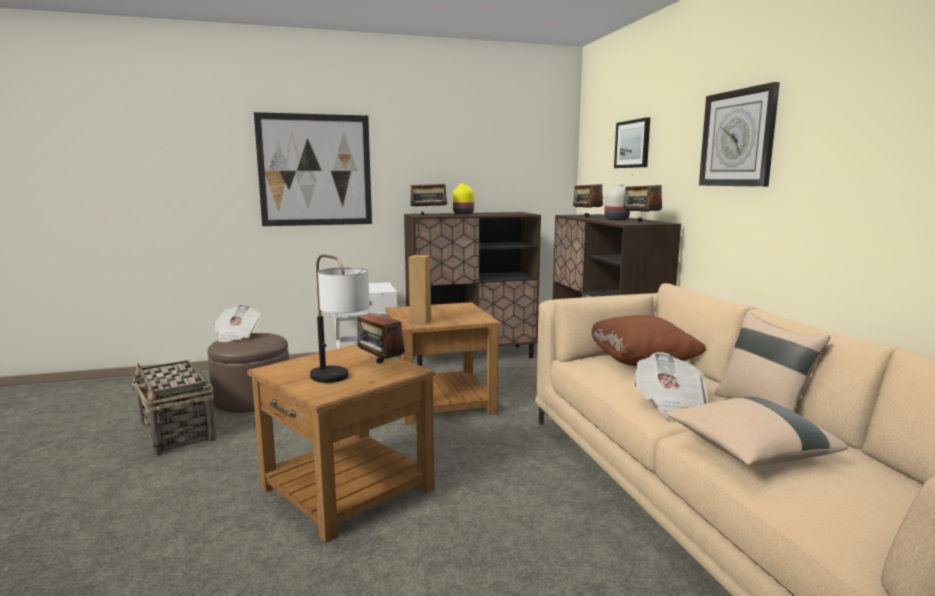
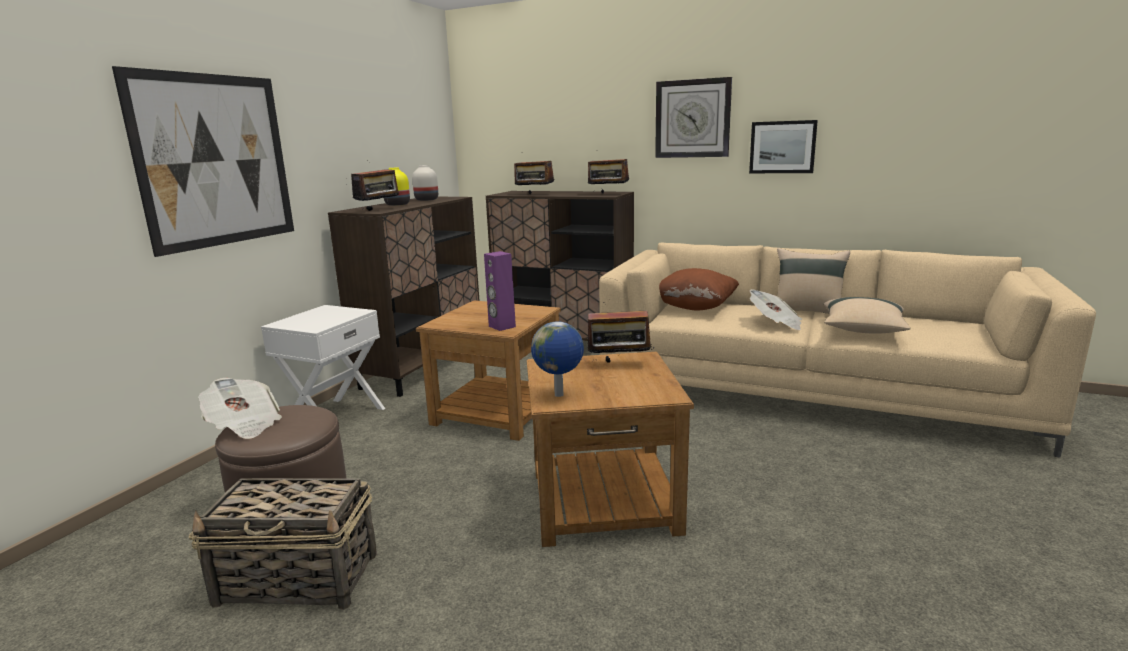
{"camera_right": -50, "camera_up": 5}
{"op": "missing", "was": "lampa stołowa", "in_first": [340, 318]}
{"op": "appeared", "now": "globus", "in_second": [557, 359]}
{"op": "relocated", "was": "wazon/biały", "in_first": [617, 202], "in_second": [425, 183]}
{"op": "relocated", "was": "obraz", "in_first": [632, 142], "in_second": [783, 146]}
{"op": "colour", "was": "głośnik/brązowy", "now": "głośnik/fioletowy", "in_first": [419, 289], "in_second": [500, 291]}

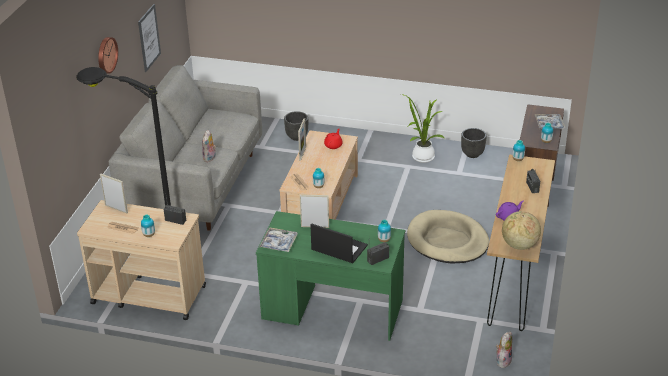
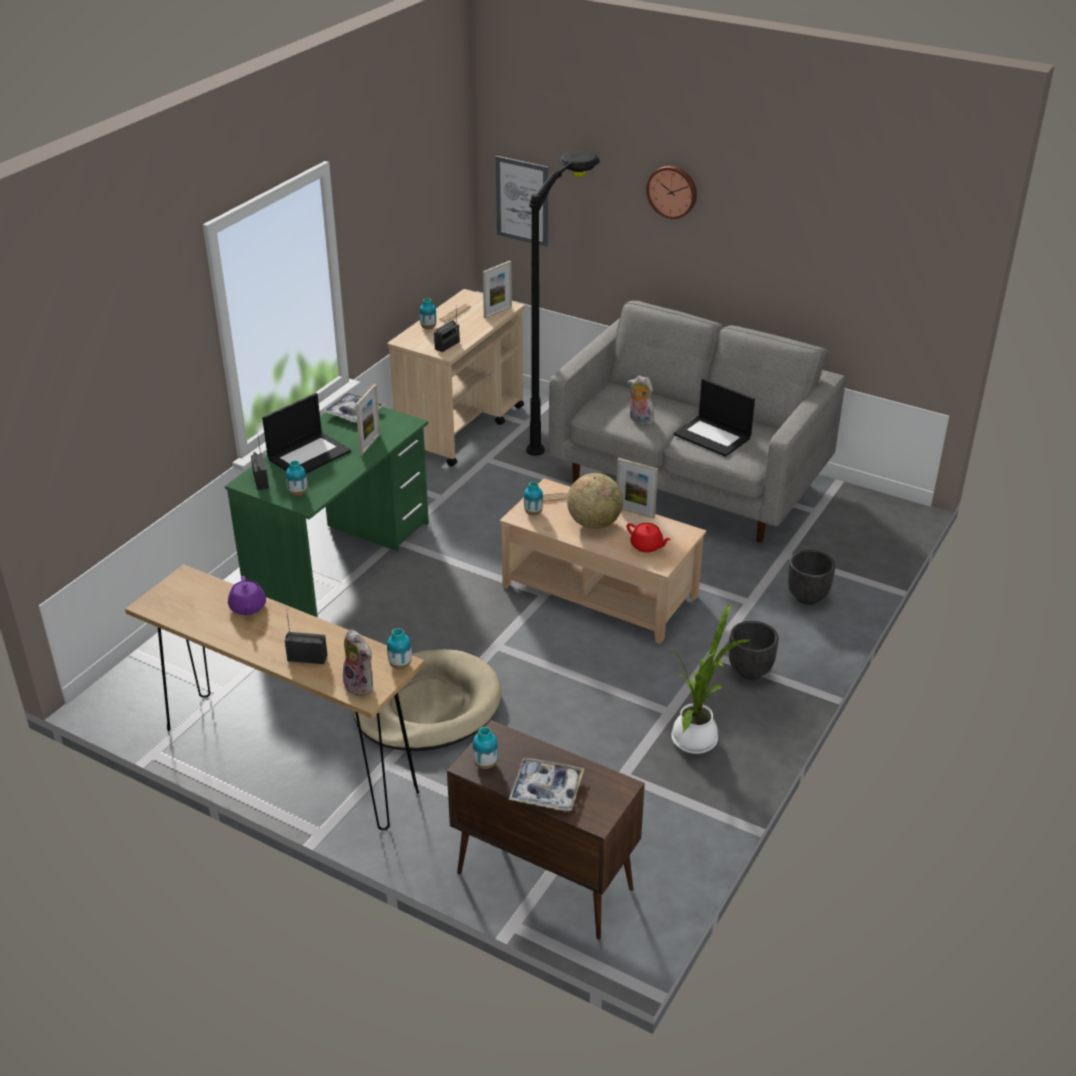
{"camera_right": 105, "camera_up": 0}
{"op": "appeared", "now": "laptop", "in_second": [714, 418]}
{"op": "relocated", "was": "obraz", "in_first": [149, 38], "in_second": [522, 201]}
{"op": "relocated", "was": "donica/czarny", "in_first": [474, 143], "in_second": [754, 650]}
{"op": "relocated", "was": "pluszak", "in_first": [504, 350], "in_second": [358, 662]}
{"op": "relocated", "was": "globus", "in_first": [521, 230], "in_second": [595, 501]}

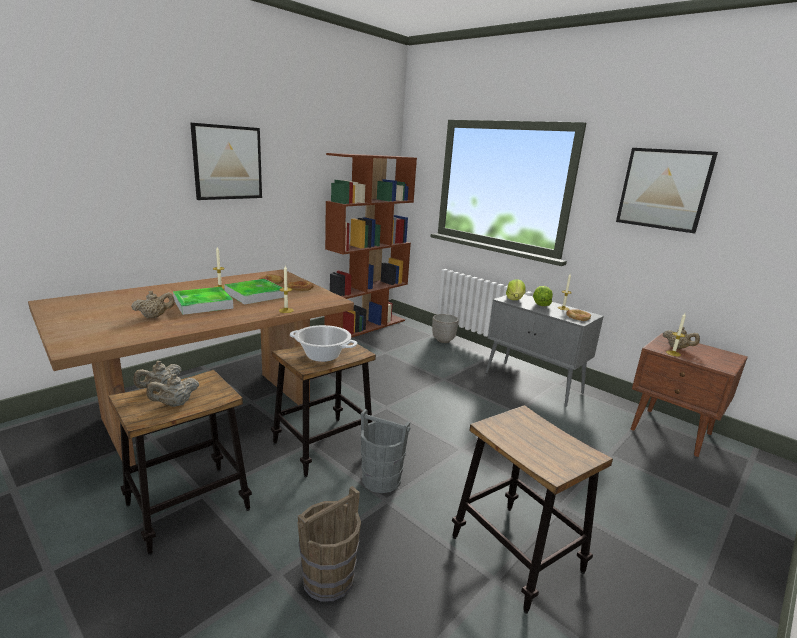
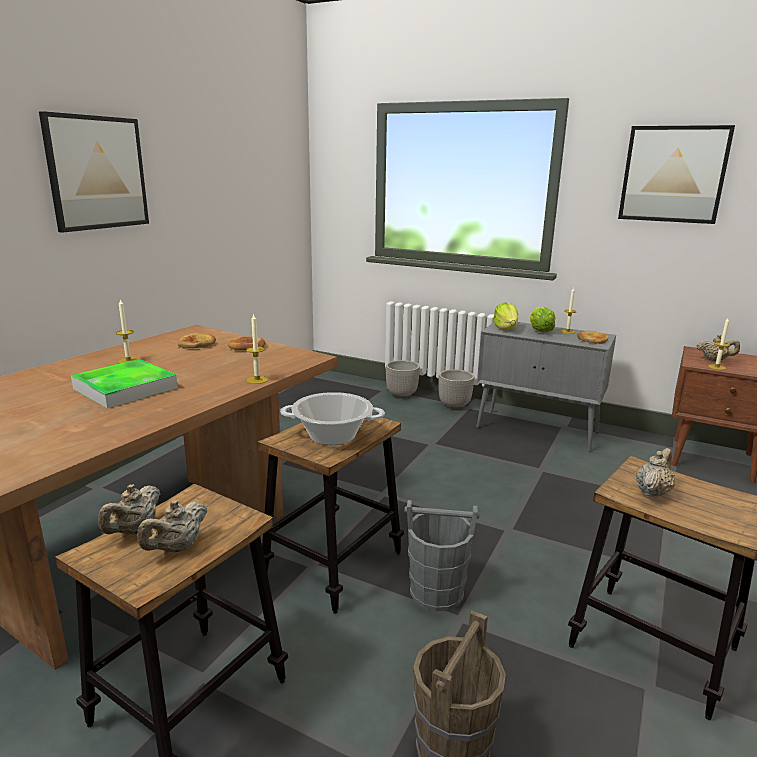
{"camera_right": -15, "camera_up": 0}
{"op": "missing", "was": "taca", "in_first": [254, 291]}
{"op": "missing", "was": "regał/brązowy", "in_first": [370, 245]}
{"op": "appeared", "now": "donica", "in_second": [456, 389]}
{"op": "relocated", "was": "imbryk/beżowy", "in_first": [153, 304], "in_second": [655, 473]}

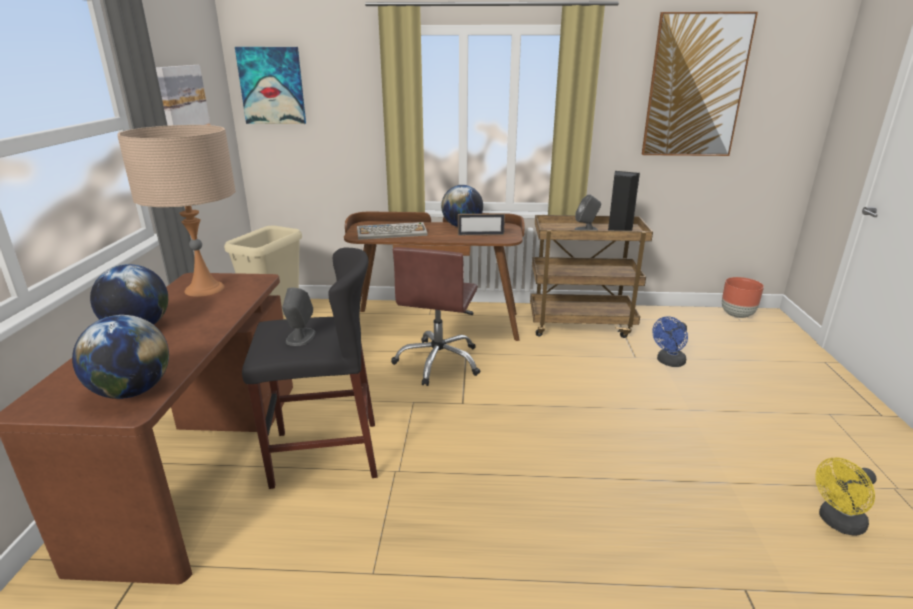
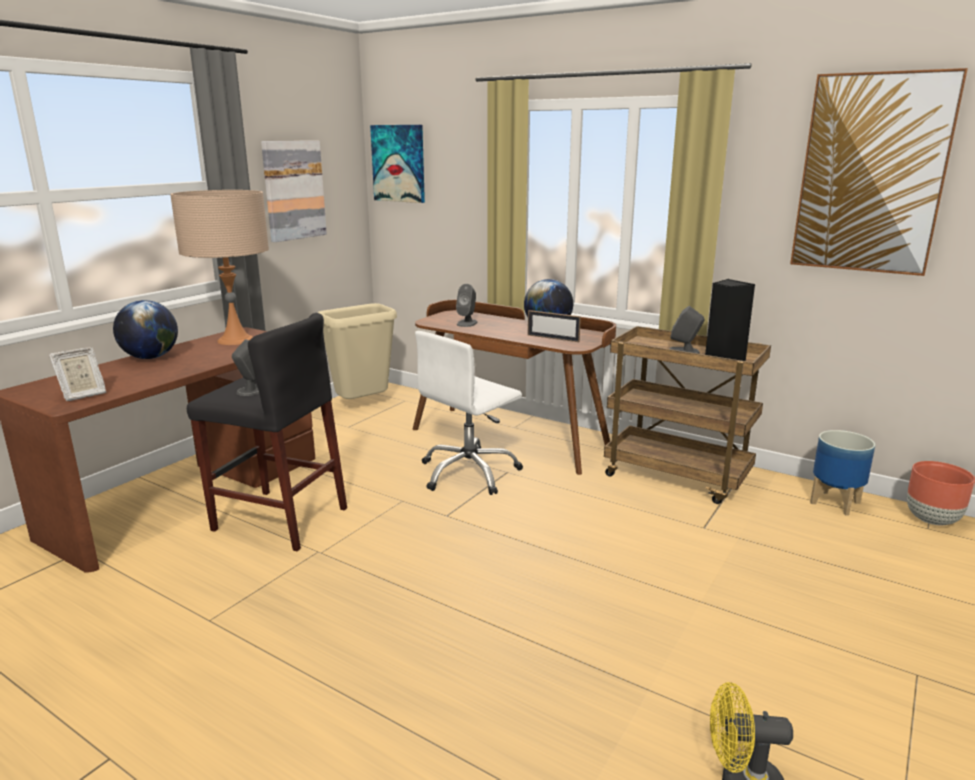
{"camera_right": 30, "camera_up": -5}
{"op": "missing", "was": "wentylator/niebieski", "in_first": [670, 341]}
{"op": "appeared", "now": "donica", "in_second": [842, 473]}
{"op": "exchanged", "was": "globus", "now": "ramka na zdjęcie", "in_first": [120, 357], "in_second": [77, 374]}
{"op": "exchanged", "was": "klawiatura", "now": "głośnik/szary", "in_first": [392, 231], "in_second": [467, 305]}
{"op": "colour", "was": "krzesło biurowe/brązowy", "now": "krzesło biurowe/biały", "in_first": [435, 316], "in_second": [469, 413]}

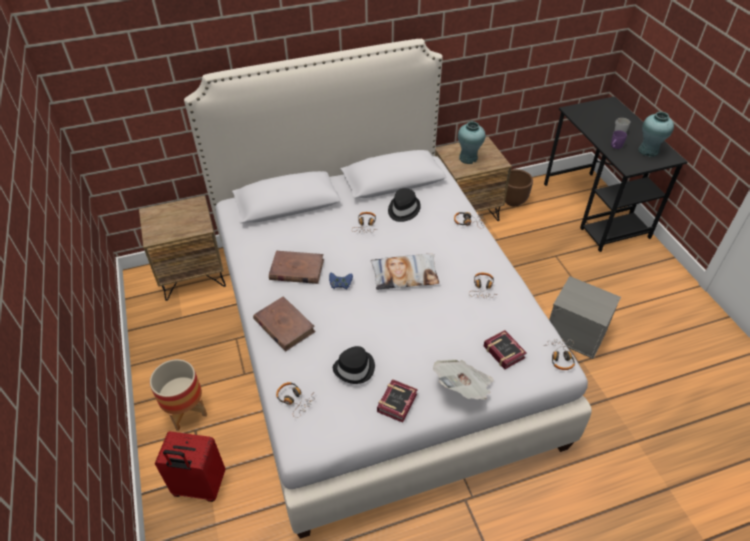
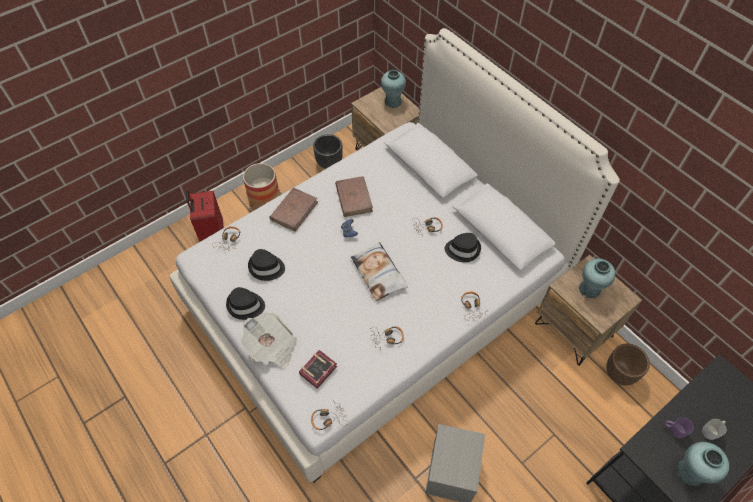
{"camera_right": 70, "camera_up": 10}
{"op": "appeared", "now": "donica/czarny", "in_second": [328, 151]}
{"op": "appeared", "now": "wazon/turkusowy", "in_second": [393, 89]}
{"op": "exchanged", "was": "książka", "now": "kapelusz/czarny", "in_first": [397, 401], "in_second": [245, 303]}

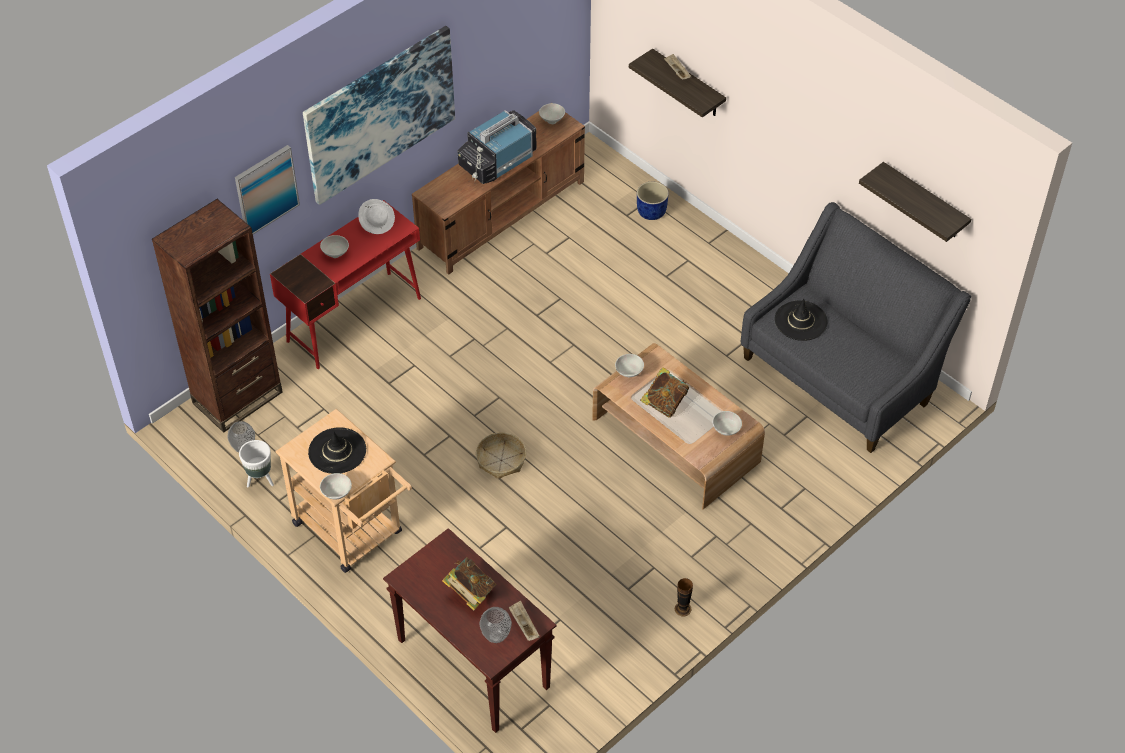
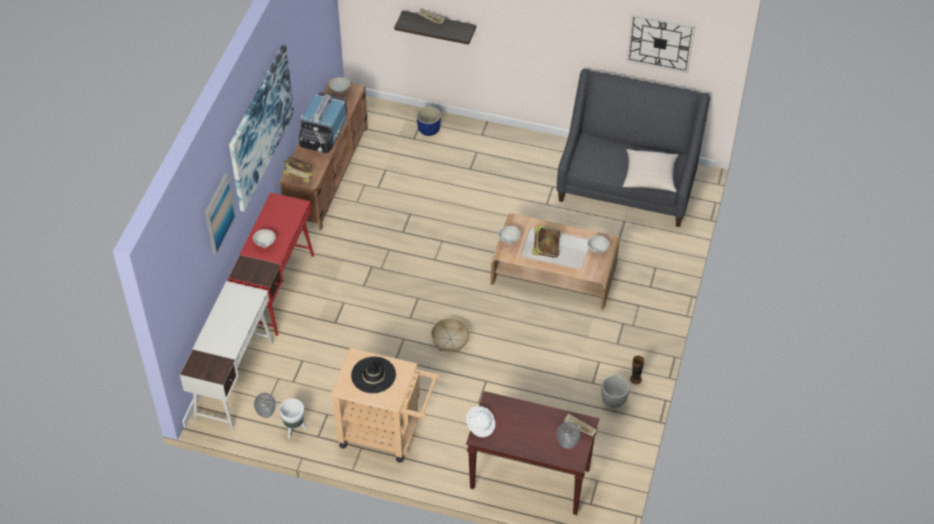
{"camera_right": -30, "camera_up": 0}
{"op": "missing", "was": "miska/biały", "in_first": [336, 486]}
{"op": "missing", "was": "kapelusz/czarny", "in_first": [801, 320]}
{"op": "appeared", "now": "donica", "in_second": [615, 391]}
{"op": "appeared", "now": "poduszka/beżowy", "in_second": [650, 170]}
{"op": "relocated", "was": "kapelusz/biały", "in_first": [376, 216], "in_second": [480, 421]}
{"op": "relocated", "was": "książka", "in_first": [469, 584], "in_second": [297, 169]}
{"op": "exchanged", "was": "regał/brązowy", "now": "biurko/biały", "in_first": [217, 316], "in_second": [227, 356]}
{"op": "exchanged", "was": "półka", "now": "zegar ścienny", "in_first": [915, 202], "in_second": [660, 43]}

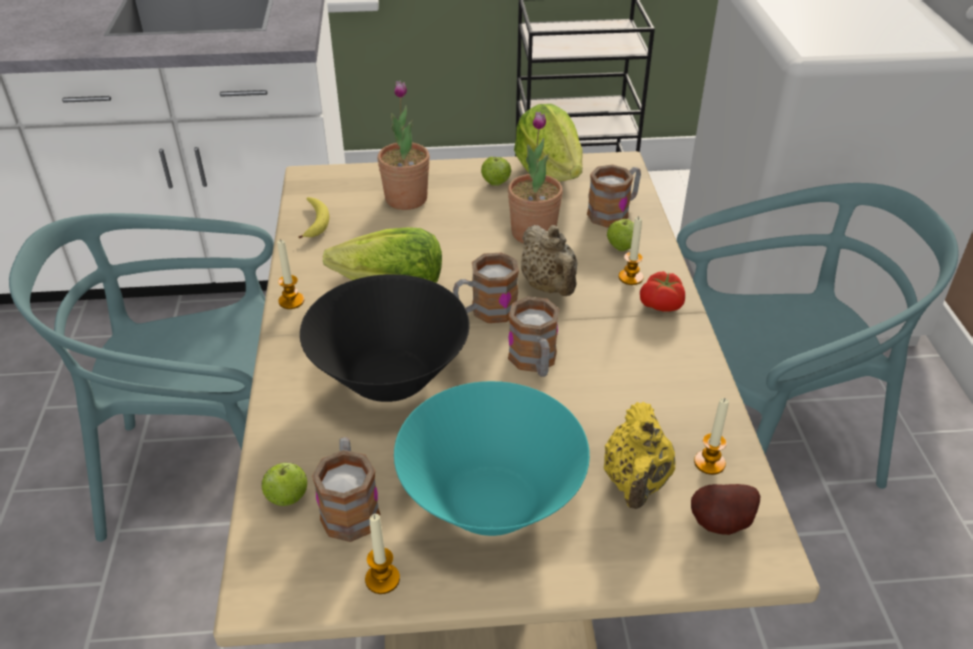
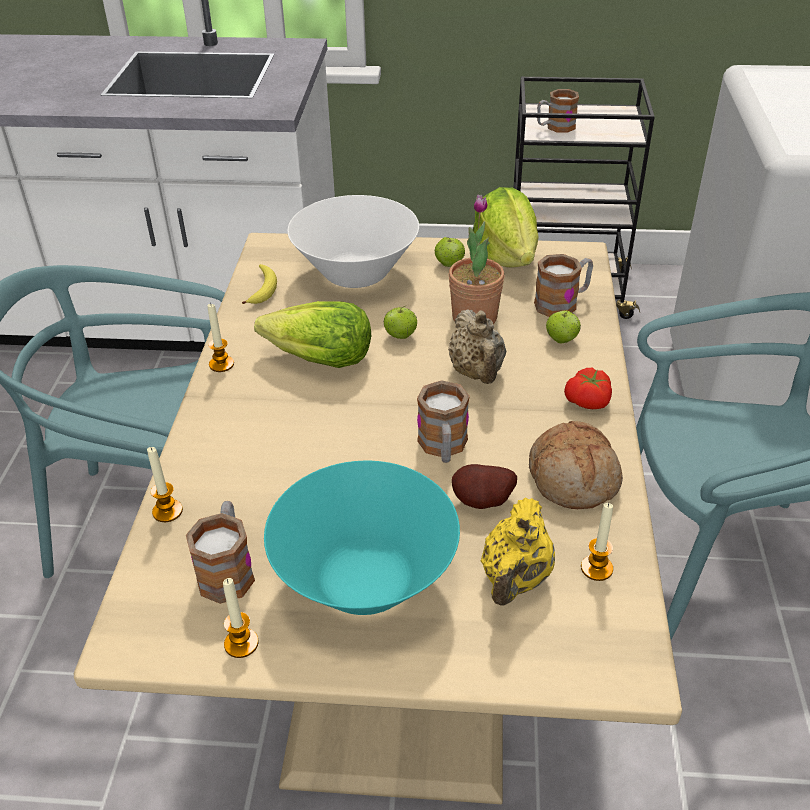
{"camera_right": 10, "camera_up": 0}
{"op": "missing", "was": "miska/czarny", "in_first": [384, 338]}
{"op": "appeared", "now": "chleb", "in_second": [576, 465]}
{"op": "relocated", "was": "jabłko", "in_first": [284, 484], "in_second": [400, 322]}
{"op": "relocated", "was": "kubek", "in_first": [486, 287], "in_second": [558, 110]}
{"op": "relocated", "was": "świeca", "in_first": [631, 251], "in_second": [165, 484]}
{"op": "relocated", "was": "ziemniak", "in_first": [725, 509], "in_second": [484, 486]}
{"op": "exchanged", "was": "roślina doniczkowa", "now": "miska/biały", "in_first": [403, 145], "in_second": [353, 241]}

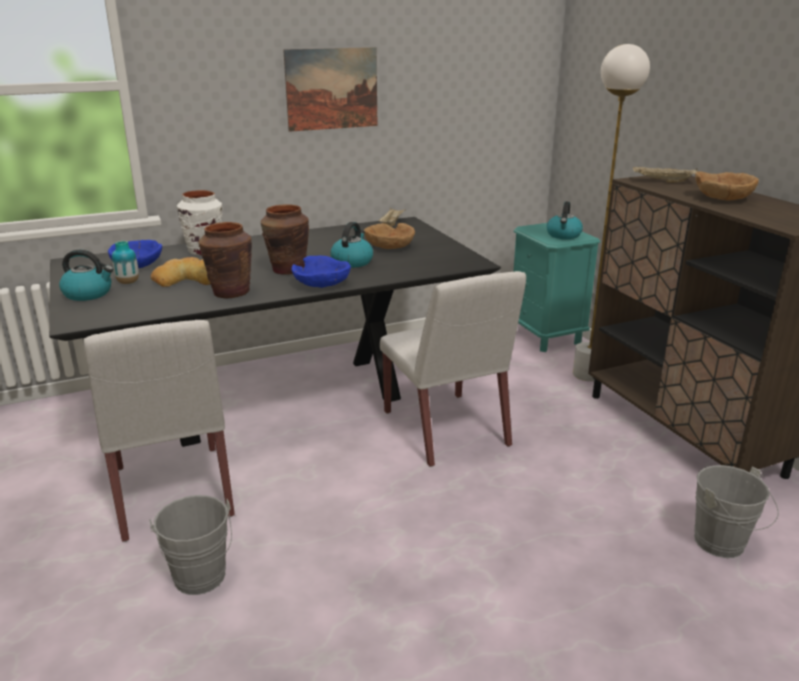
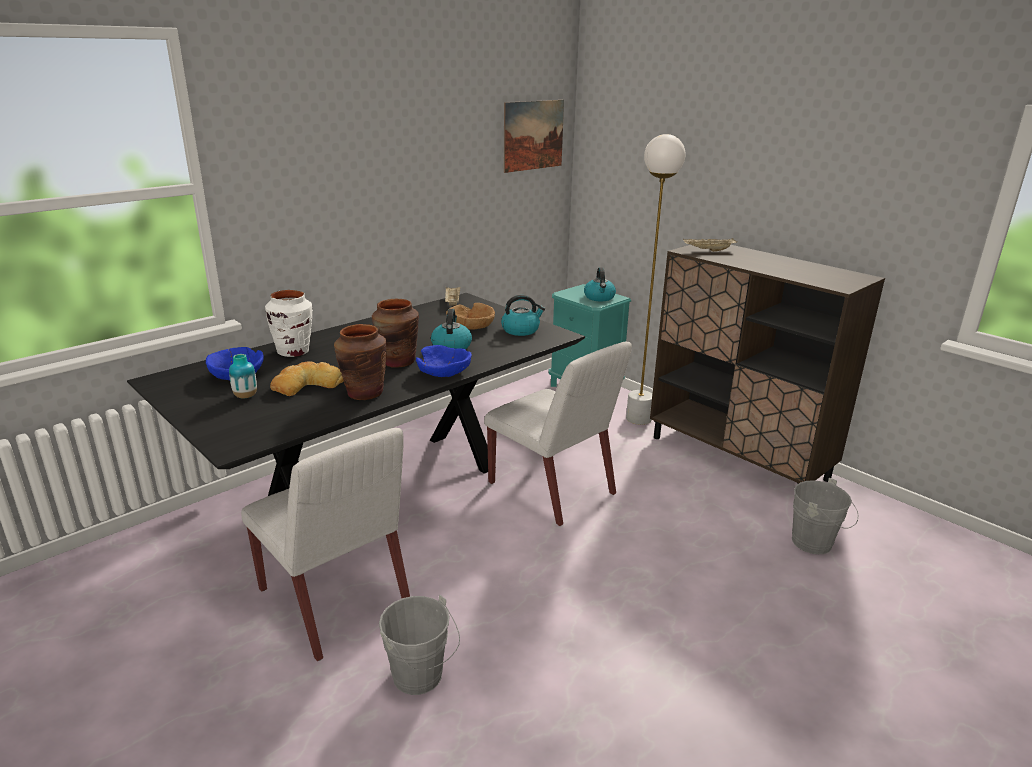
{"camera_right": -20, "camera_up": 0}
{"op": "missing", "was": "miska/brązowy", "in_first": [727, 186]}
{"op": "relocated", "was": "czajnik", "in_first": [86, 275], "in_second": [523, 315]}
{"op": "relocated", "was": "obraz", "in_first": [330, 89], "in_second": [534, 136]}

